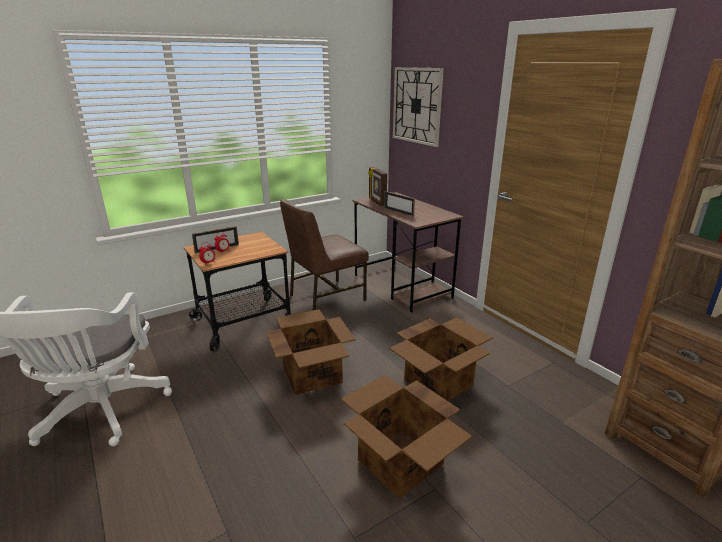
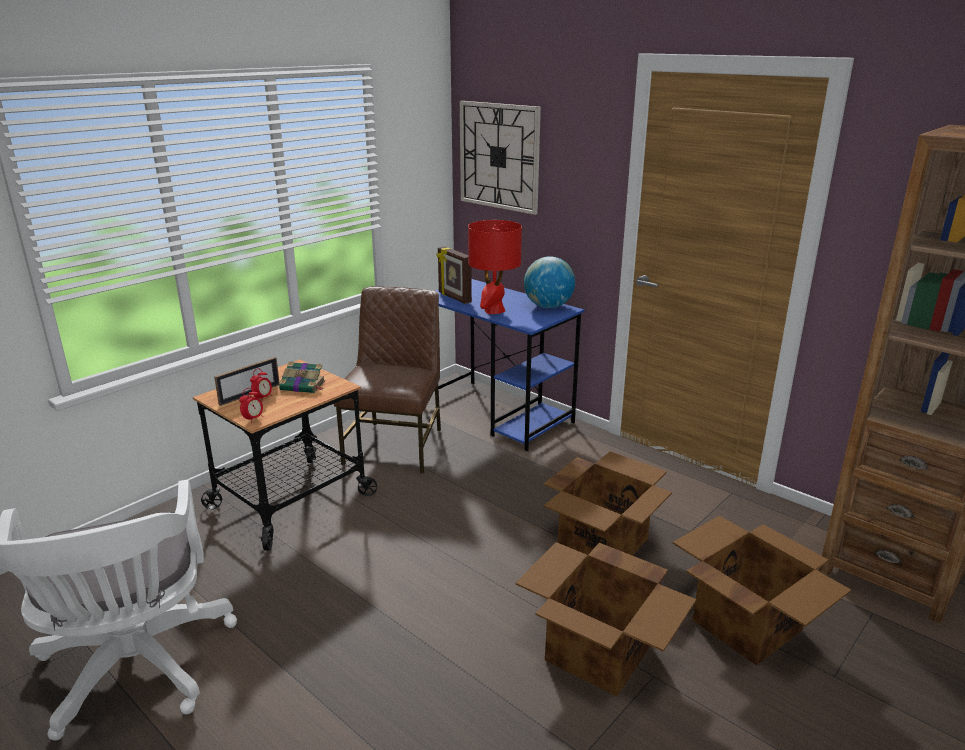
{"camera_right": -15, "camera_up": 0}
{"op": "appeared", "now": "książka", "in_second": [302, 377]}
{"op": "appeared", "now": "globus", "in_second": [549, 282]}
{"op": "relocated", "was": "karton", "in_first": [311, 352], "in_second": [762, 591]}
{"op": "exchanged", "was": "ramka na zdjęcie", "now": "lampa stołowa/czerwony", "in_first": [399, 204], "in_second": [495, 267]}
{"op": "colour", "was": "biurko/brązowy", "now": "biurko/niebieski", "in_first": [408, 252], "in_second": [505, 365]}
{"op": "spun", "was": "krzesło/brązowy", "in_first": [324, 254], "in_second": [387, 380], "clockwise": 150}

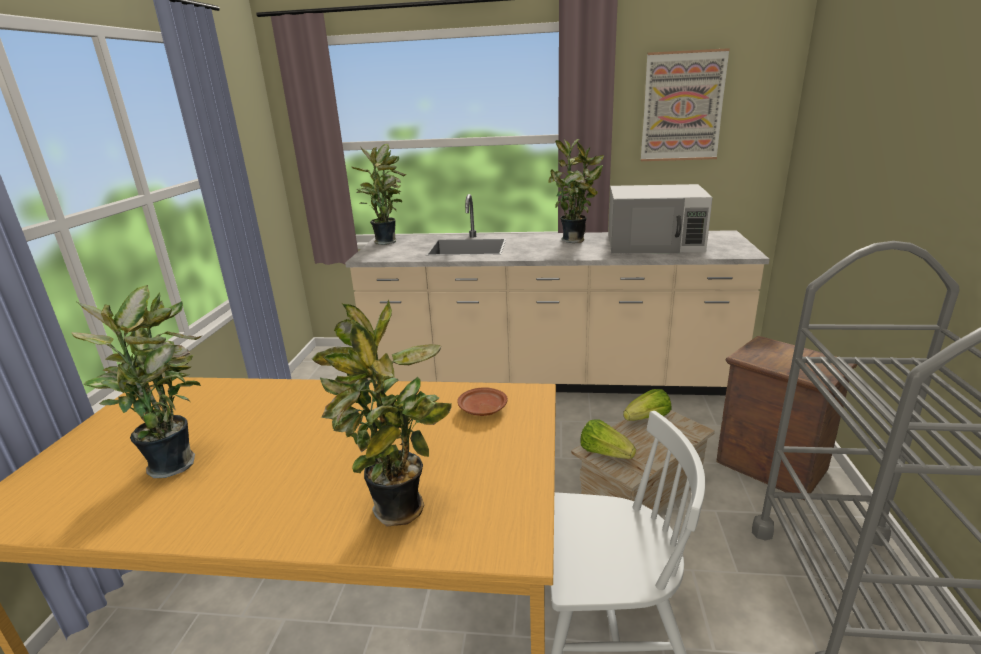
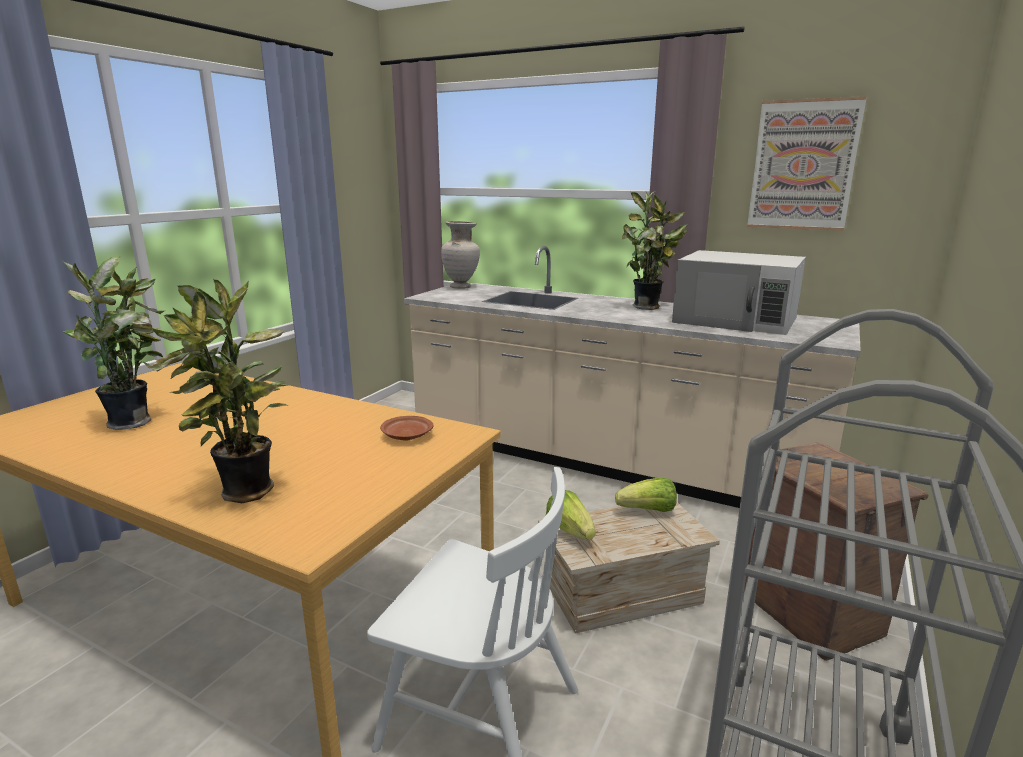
{"camera_right": 20, "camera_up": -5}
{"op": "exchanged", "was": "roślina doniczkowa", "now": "wazon/beżowy", "in_first": [379, 194], "in_second": [460, 255]}

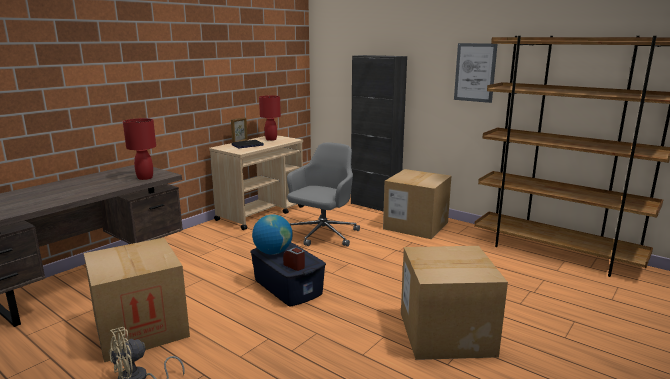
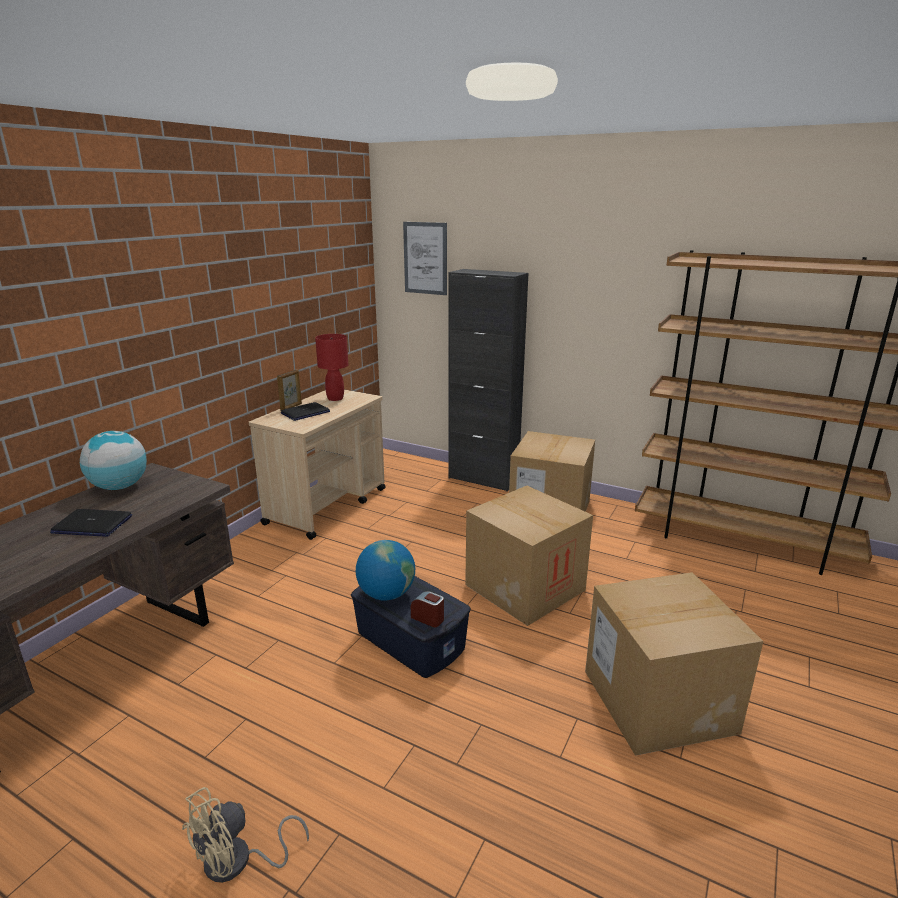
{"camera_right": -10, "camera_up": 5}
{"op": "missing", "was": "lampa stołowa/czerwony", "in_first": [139, 149]}
{"op": "missing", "was": "krzesło biurowe/szary", "in_first": [323, 194]}
{"op": "appeared", "now": "laptop", "in_second": [91, 523]}
{"op": "appeared", "now": "globus", "in_second": [113, 460]}
{"op": "relocated", "was": "karton", "in_first": [137, 300], "in_second": [529, 556]}
{"op": "relocated", "was": "obraz", "in_first": [476, 73], "in_second": [425, 258]}

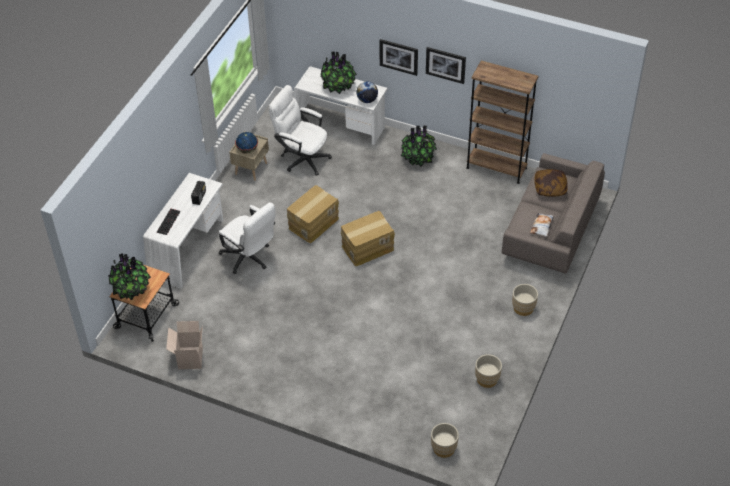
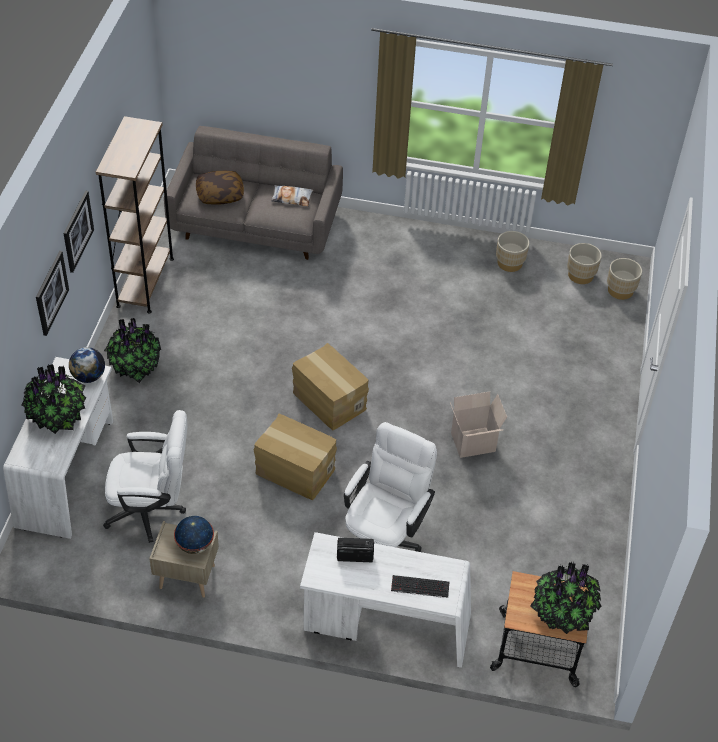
{"camera_right": -105, "camera_up": 0}
{"op": "relocated", "was": "karton", "in_first": [184, 345], "in_second": [478, 425]}
{"op": "relocated", "was": "donica/beżowy", "in_first": [525, 300], "in_second": [584, 263]}
{"op": "spun", "was": "krzesło biurowe/biały", "in_first": [300, 130], "in_second": [145, 476], "clockwise": -105}

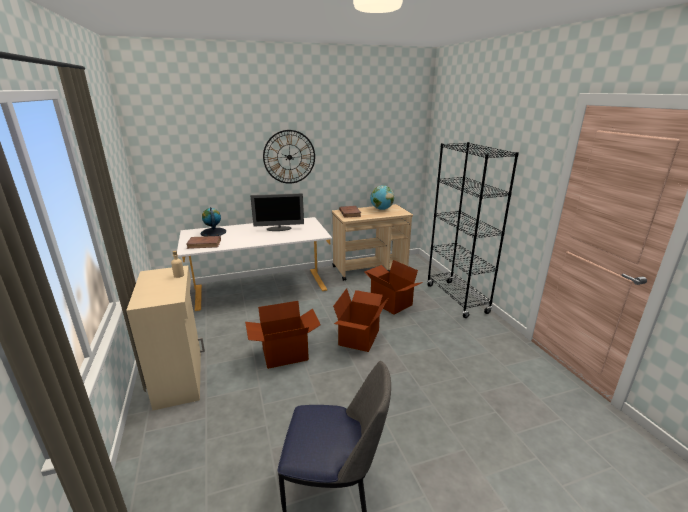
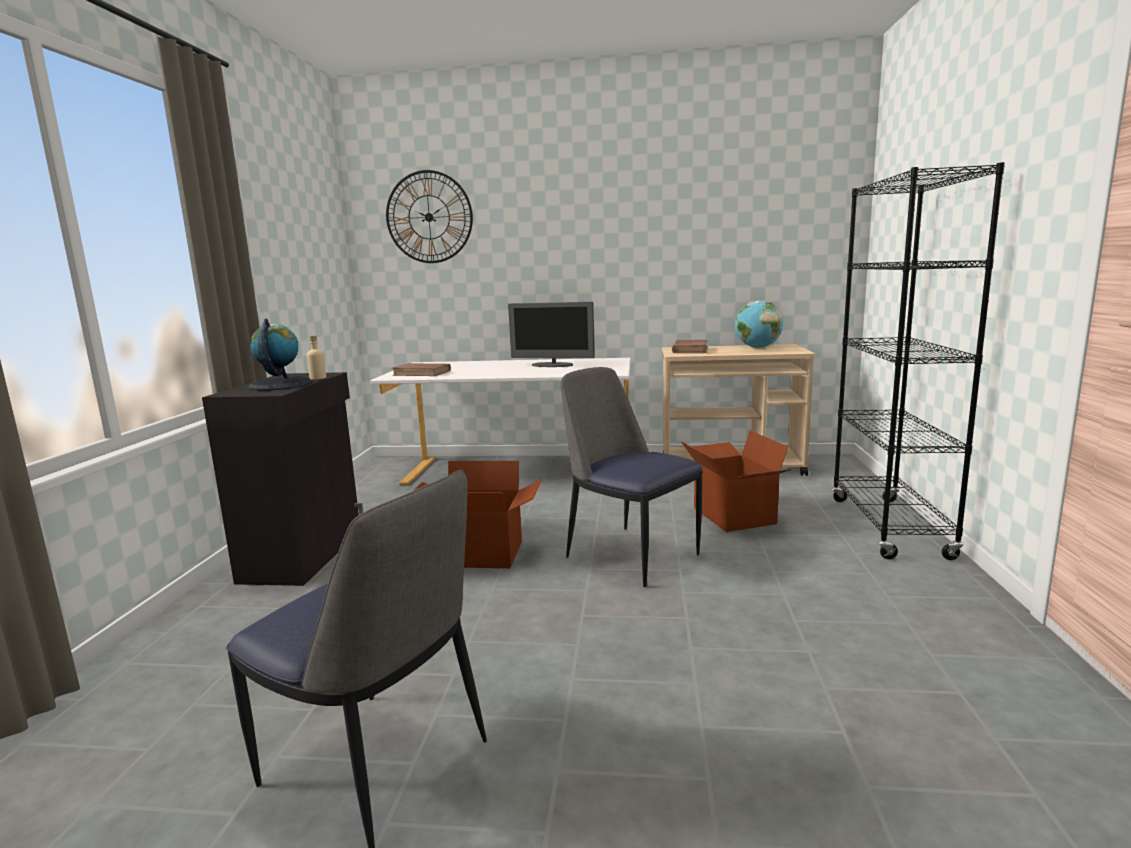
{"camera_right": 25, "camera_up": -10}
{"op": "relocated", "was": "globus", "in_first": [213, 221], "in_second": [279, 355]}
{"op": "relocated", "was": "zegar ścienny", "in_first": [289, 157], "in_second": [429, 216]}
{"op": "exchanged", "was": "karton", "now": "krzesło", "in_first": [361, 320], "in_second": [631, 477]}
{"op": "colour", "was": "szafka/beżowy", "now": "szafka/czarny", "in_first": [165, 338], "in_second": [282, 479]}

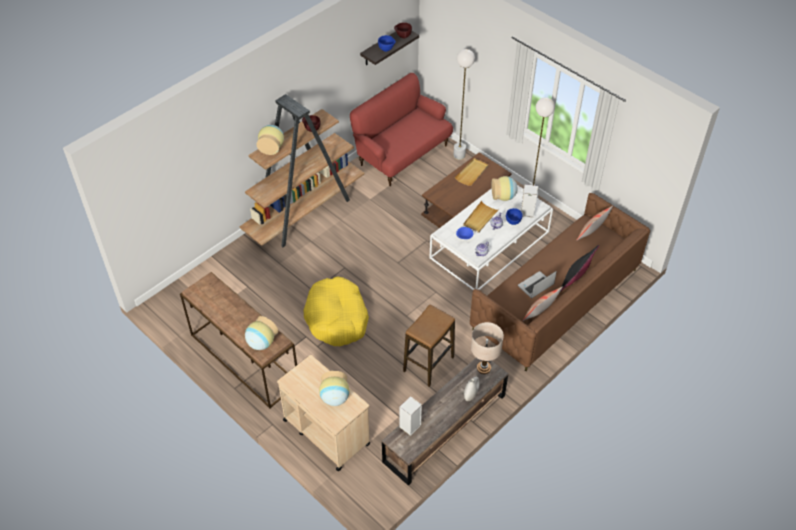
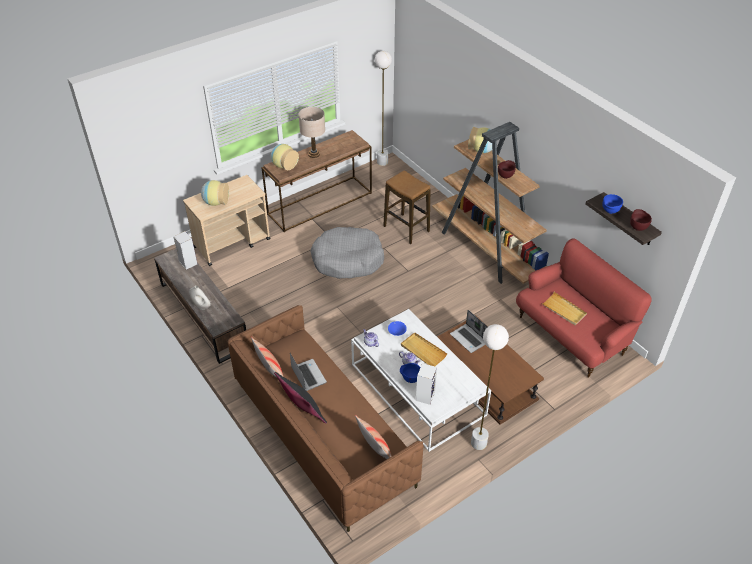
{"camera_right": 100, "camera_up": -5}
{"op": "missing", "was": "wazon", "in_first": [504, 188]}
{"op": "appeared", "now": "laptop", "in_second": [469, 331]}
{"op": "relocated", "was": "stołek", "in_first": [429, 346], "in_second": [406, 207]}
{"op": "relocated", "was": "lampa stojąca/biały", "in_first": [464, 104], "in_second": [383, 108]}
{"op": "relocated", "was": "taca/beżowy", "in_first": [471, 172], "in_second": [564, 308]}
{"op": "relocated", "was": "lampa stołowa/beżowy", "in_first": [487, 348], "in_second": [311, 132]}
{"op": "colour", "was": "legowisko/żółty", "now": "legowisko/szary", "in_first": [336, 311], "in_second": [347, 253]}

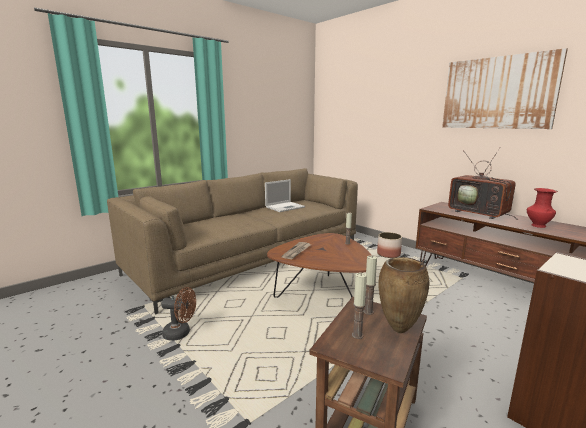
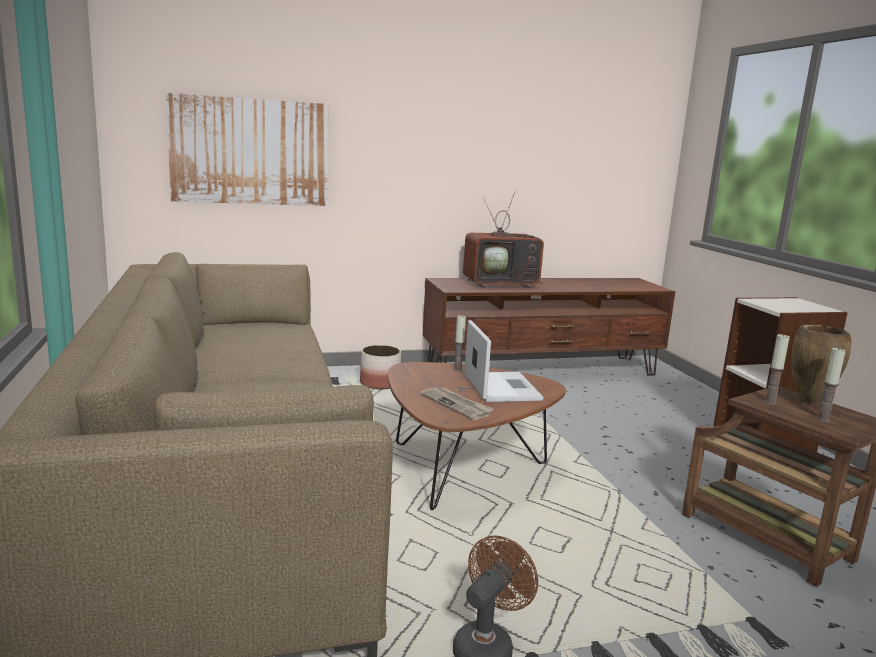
{"camera_right": -65, "camera_up": 0}
{"op": "missing", "was": "wazon/czerwony", "in_first": [542, 208]}
{"op": "relocated", "was": "laptop", "in_first": [285, 195], "in_second": [504, 361]}
{"op": "relocated", "was": "obraz", "in_first": [505, 88], "in_second": [247, 149]}

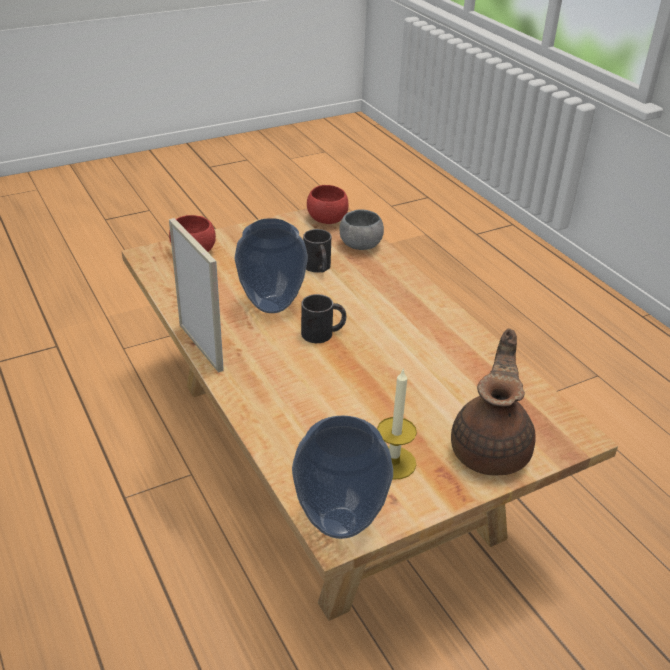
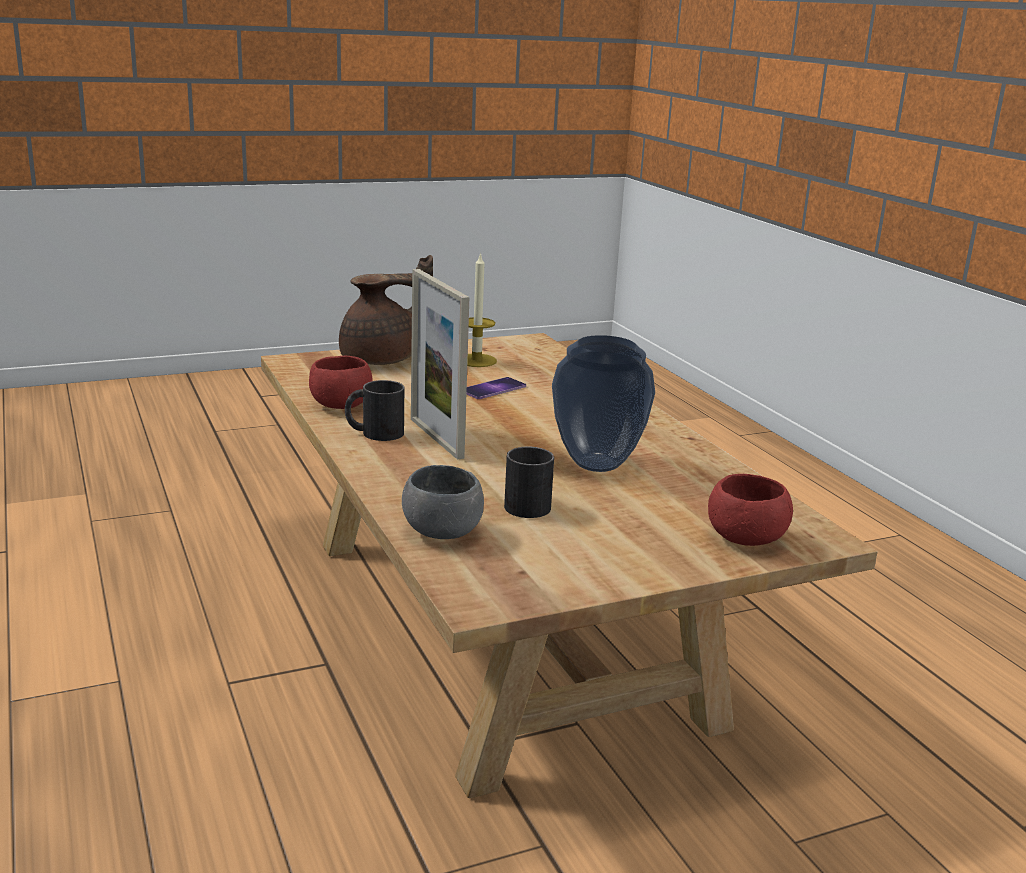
{"camera_right": -175, "camera_up": -15}
{"op": "missing", "was": "wazon", "in_first": [342, 477]}
{"op": "appeared", "now": "telefon", "in_second": [496, 388]}
{"op": "relocated", "was": "ramka na zdjęcie", "in_first": [196, 295], "in_second": [440, 364]}
{"op": "relocated", "was": "kubek/czarny", "in_first": [323, 318], "in_second": [374, 410]}
{"op": "relocated", "was": "miska/czerwony", "in_first": [328, 204], "in_second": [341, 382]}
{"op": "spun", "was": "imbryk/brązowy", "in_first": [493, 401], "in_second": [386, 310], "clockwise": -135}

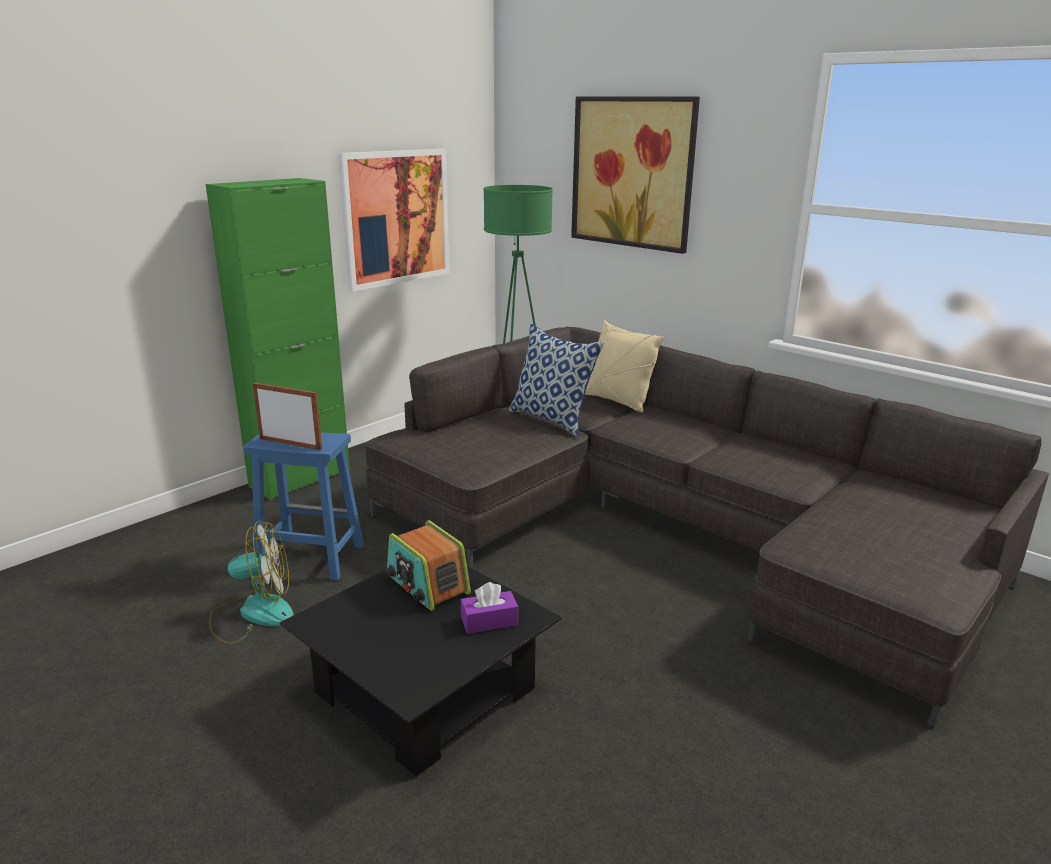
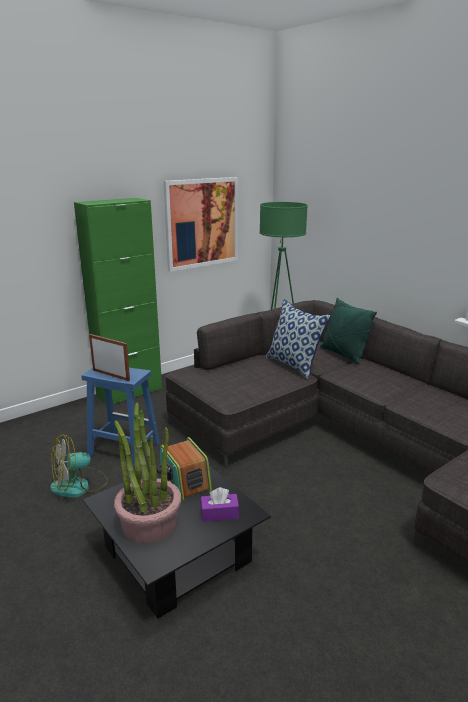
{"camera_right": 10, "camera_up": 0}
{"op": "missing", "was": "obraz", "in_first": [635, 175]}
{"op": "appeared", "now": "roślina doniczkowa", "in_second": [147, 473]}
{"op": "colour", "was": "poduszka/beżowy", "now": "poduszka/zielony", "in_first": [624, 366], "in_second": [348, 331]}
{"op": "spun", "was": "wentylator", "in_first": [251, 582], "in_second": [79, 466], "clockwise": 150}

